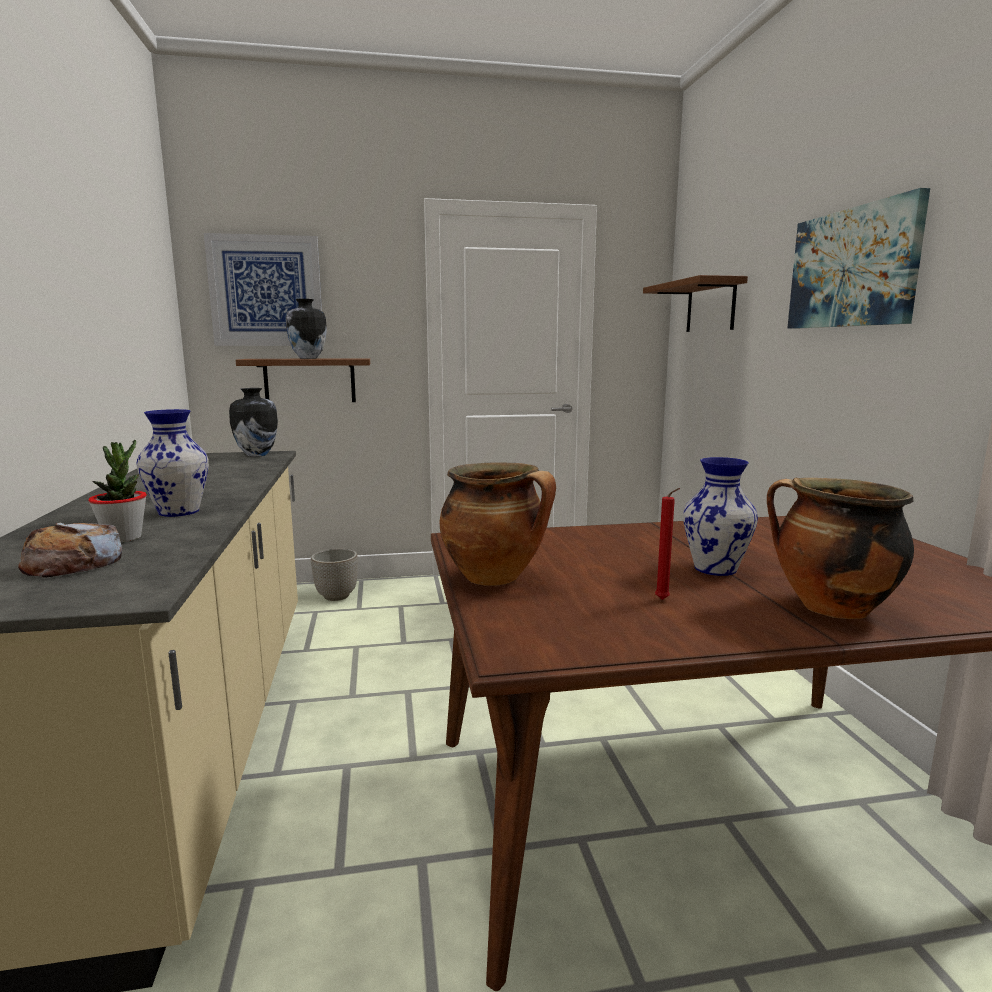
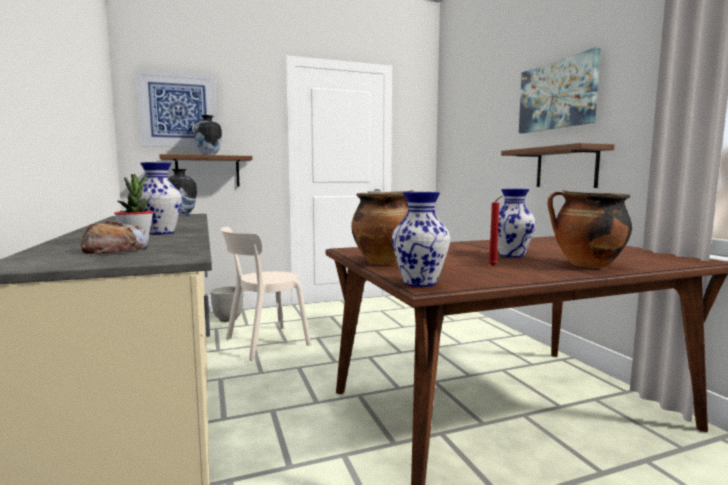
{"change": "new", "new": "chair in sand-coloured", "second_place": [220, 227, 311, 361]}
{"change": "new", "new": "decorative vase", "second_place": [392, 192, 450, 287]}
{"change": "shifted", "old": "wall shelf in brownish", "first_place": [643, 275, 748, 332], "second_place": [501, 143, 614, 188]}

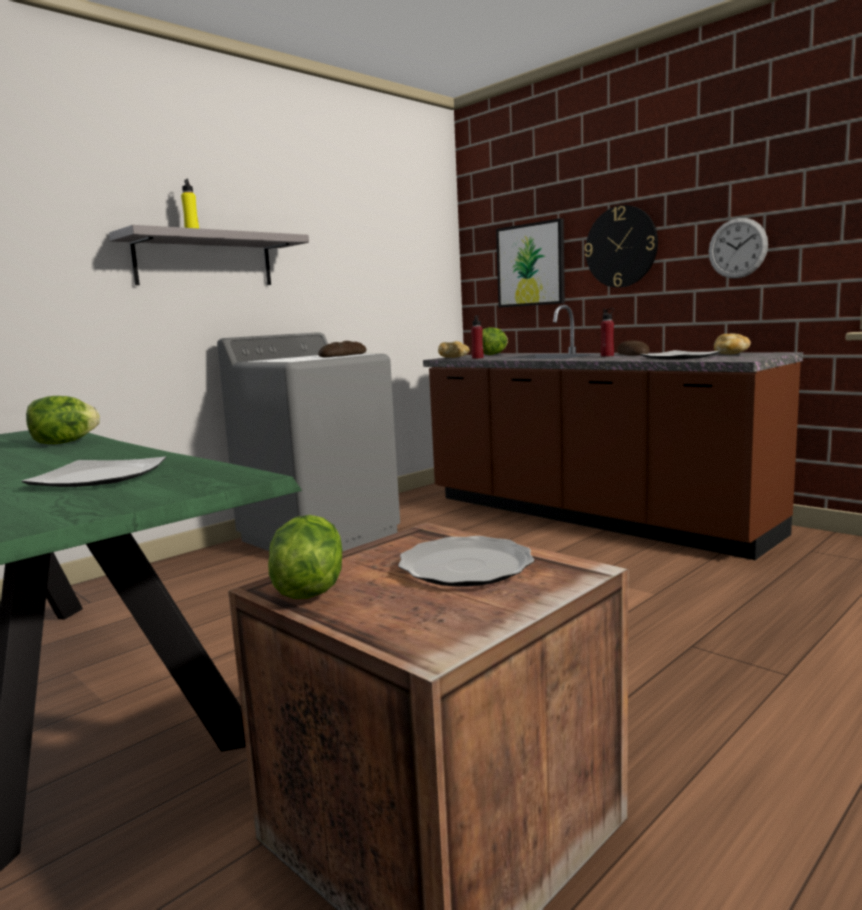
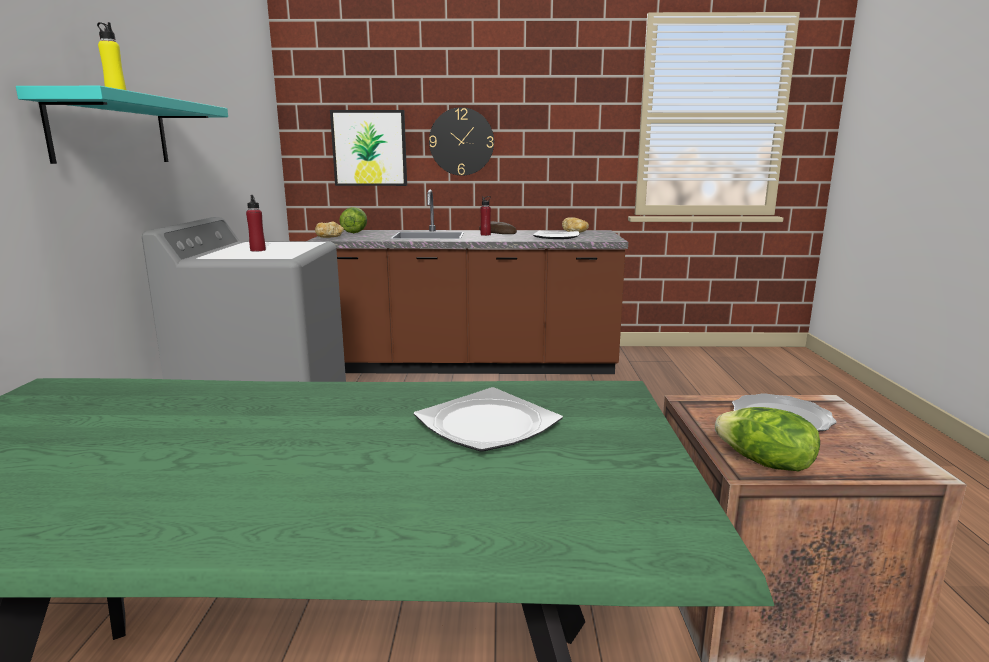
{"change": "repainted", "old": "wall shelf in grey", "new": "wall shelf in turquoise-coloured", "first_place": [109, 225, 309, 285], "second_place": [16, 86, 228, 164]}
{"change": "shifted", "old": "drink bottle in reddish", "first_place": [471, 315, 484, 359], "second_place": [246, 195, 266, 251]}
{"change": "gone", "old": "lettuce head", "first_place": [26, 396, 100, 444]}
{"change": "gone", "old": "baked bread", "first_place": [318, 341, 367, 357]}
{"change": "gone", "old": "wall clock", "first_place": [708, 218, 768, 279]}

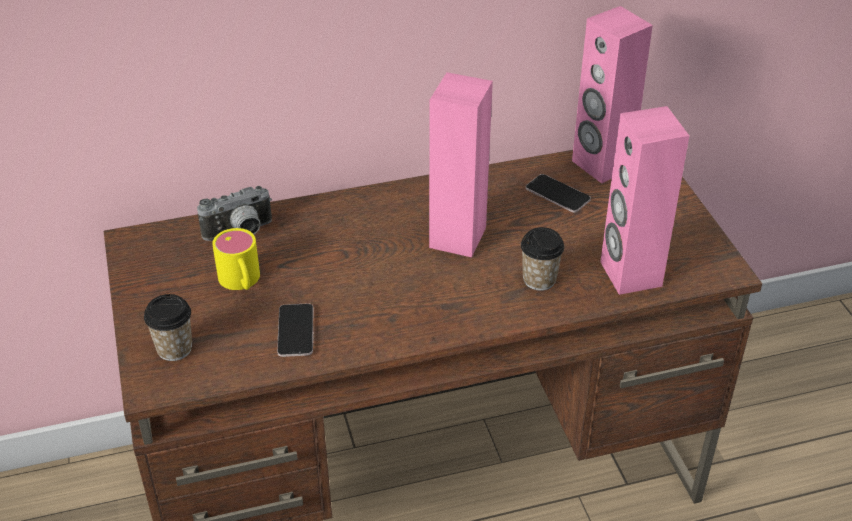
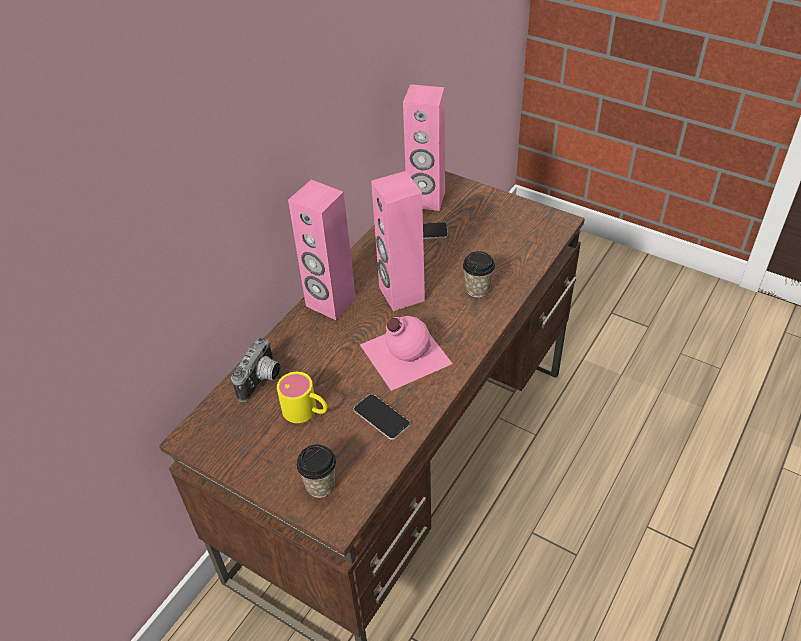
{"change": "shifted", "old": "audio speaker in pinkish", "first_place": [600, 106, 689, 295], "second_place": [288, 180, 356, 320]}
{"change": "new", "new": "drink bottle in pinkish", "second_place": [360, 316, 453, 391]}

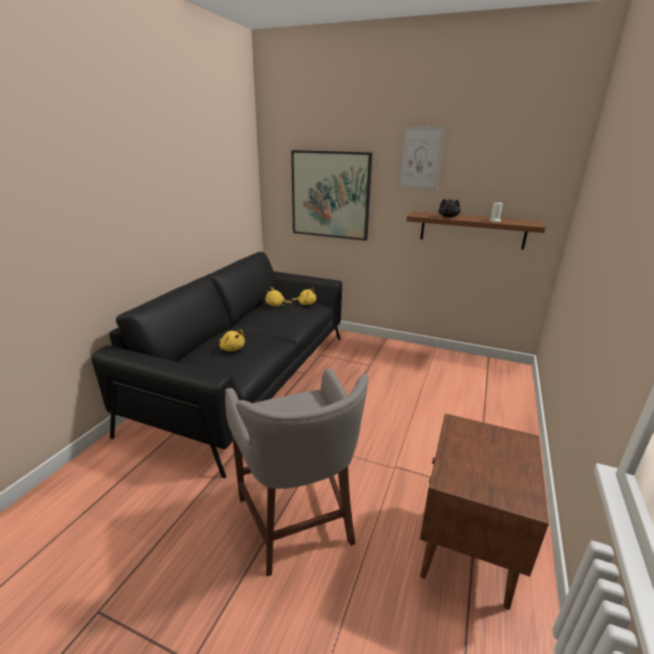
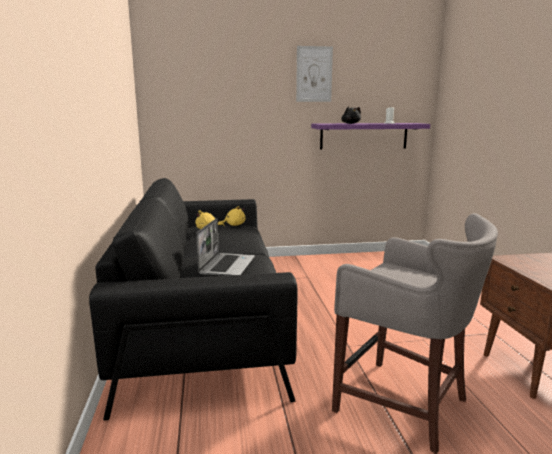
{"change": "swapped", "old": "cuddly toy in yellow", "new": "portable computer", "first_place": [219, 330, 245, 351], "second_place": [196, 218, 255, 276]}
{"change": "repainted", "old": "wall shelf in brownish", "new": "wall shelf in purple-coloured", "first_place": [406, 211, 545, 250], "second_place": [311, 123, 430, 150]}
{"change": "gone", "old": "wall art", "first_place": [291, 150, 373, 241]}

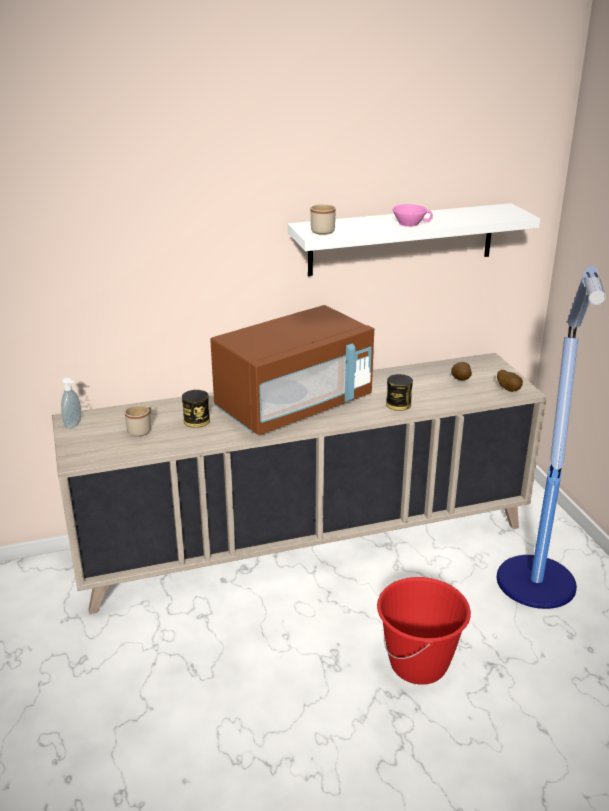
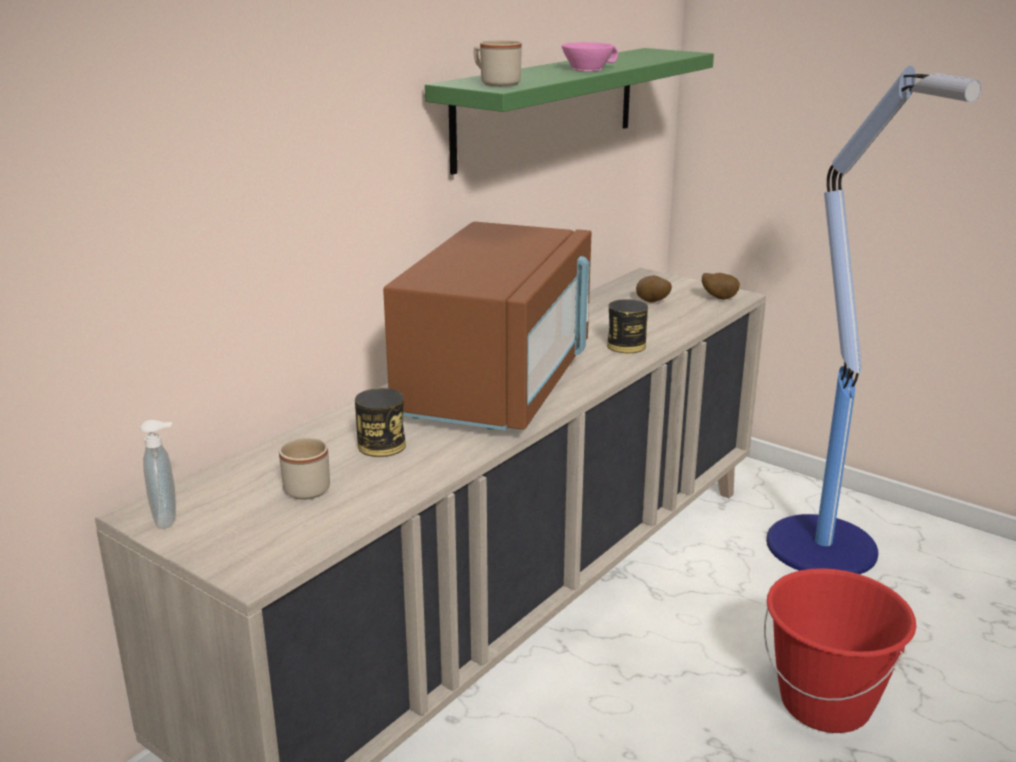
{"change": "repainted", "old": "wall shelf in white-coloured", "new": "wall shelf in green", "first_place": [288, 203, 540, 276], "second_place": [425, 48, 714, 175]}

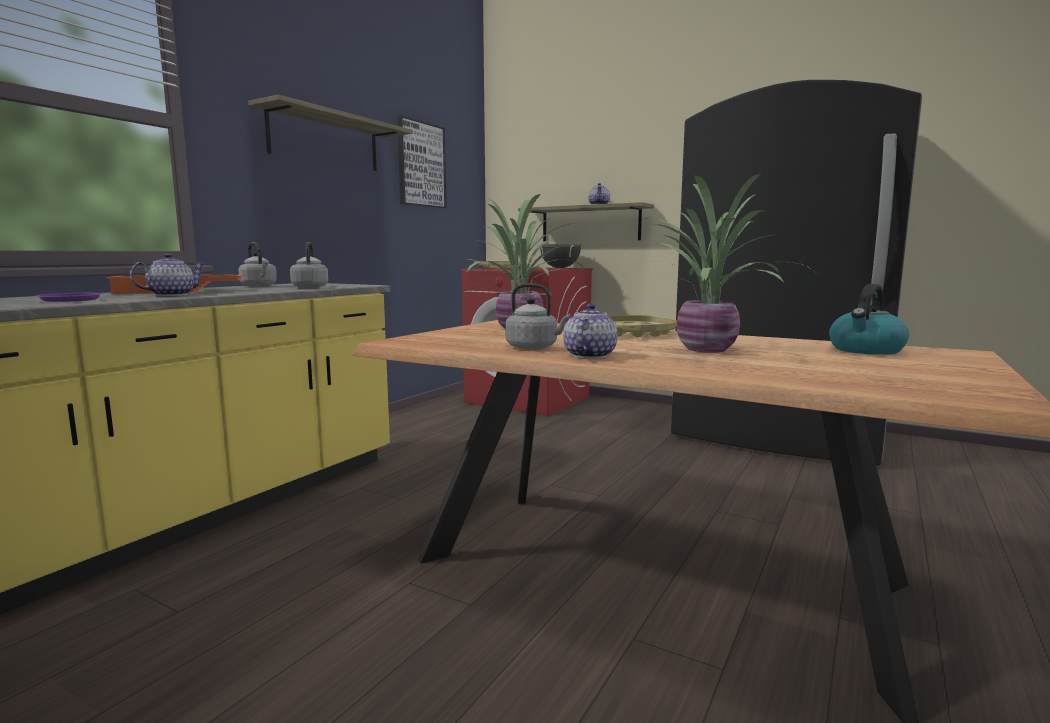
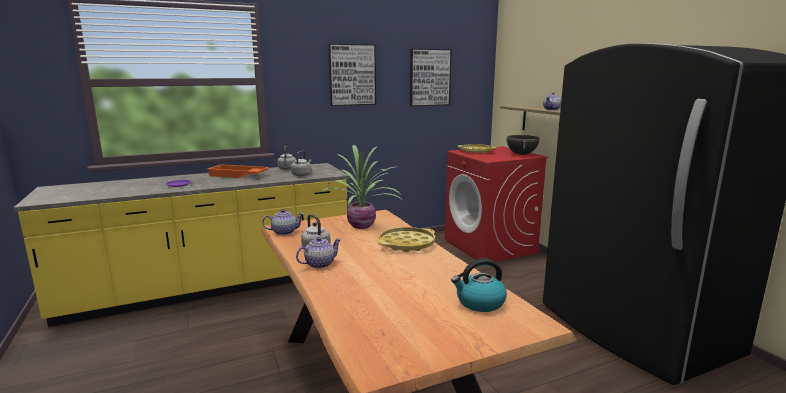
{"change": "shifted", "old": "teapot", "first_place": [130, 253, 205, 296], "second_place": [262, 209, 304, 235]}
{"change": "swapped", "old": "wall shelf", "new": "wall art", "first_place": [248, 95, 412, 171], "second_place": [328, 44, 376, 106]}
{"change": "gone", "old": "potted plant", "first_place": [618, 174, 813, 353]}

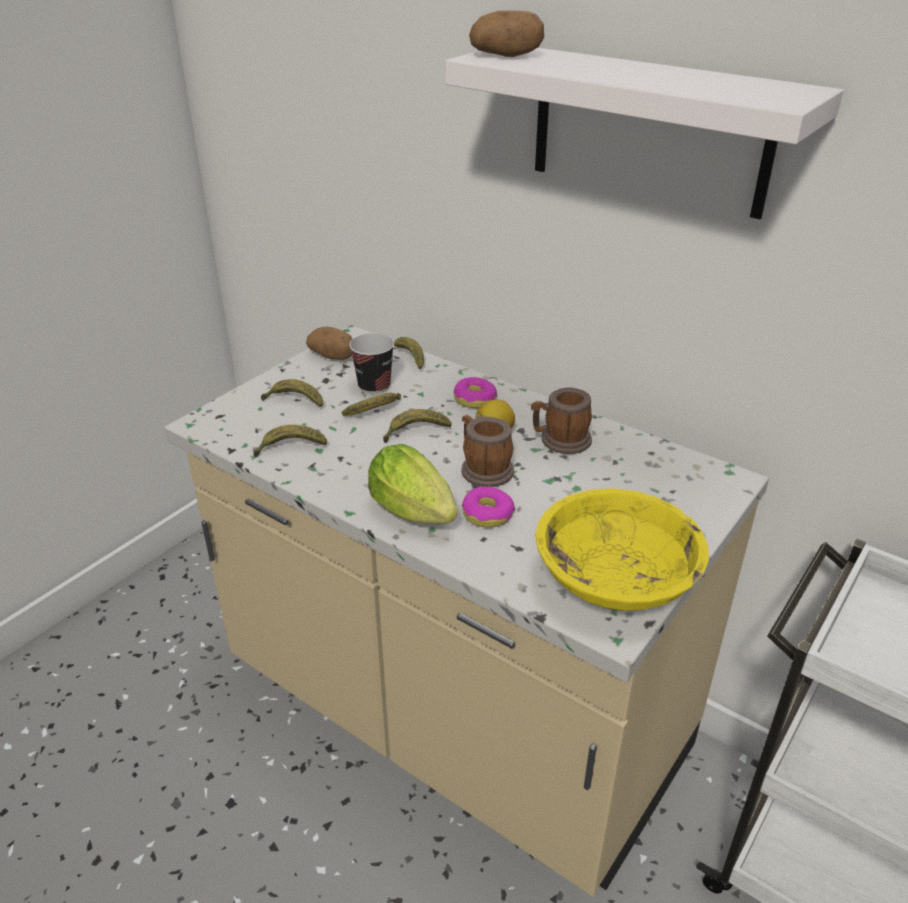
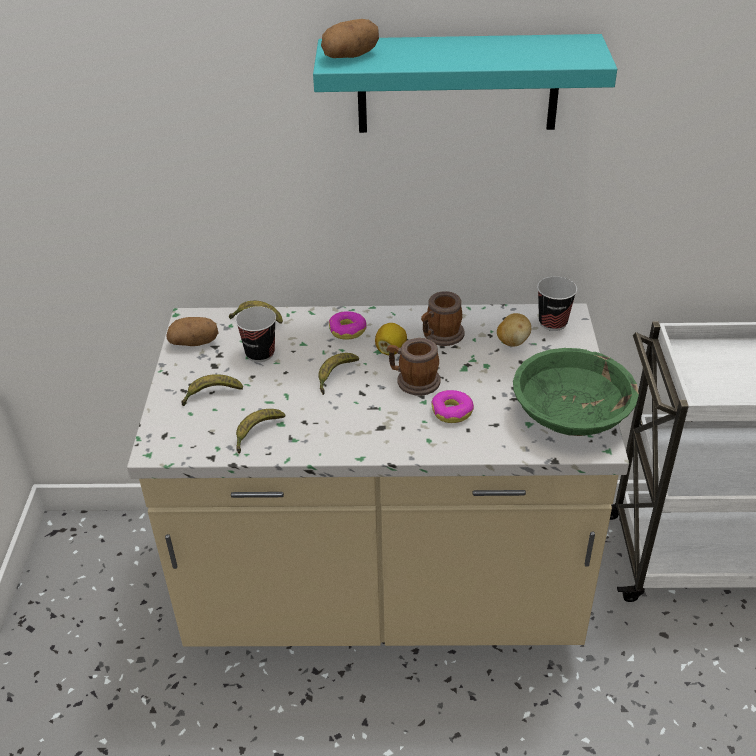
{"change": "repainted", "old": "wall shelf in white-coloured", "new": "wall shelf in turquoise-coloured", "first_place": [445, 48, 843, 219], "second_place": [313, 34, 617, 133]}
{"change": "new", "new": "whole potato", "second_place": [497, 313, 531, 347]}
{"change": "repainted", "old": "deep dish in yellow", "new": "deep dish in green", "first_place": [536, 488, 709, 611], "second_place": [513, 348, 639, 436]}
{"change": "new", "new": "small cup", "second_place": [537, 277, 577, 331]}
{"change": "gone", "old": "whole banana", "first_place": [342, 393, 401, 416]}
{"change": "gone", "old": "lettuce head", "first_place": [368, 444, 458, 524]}

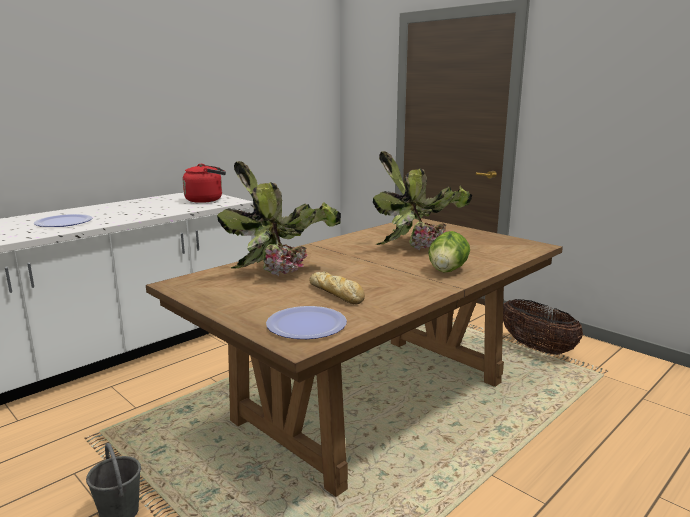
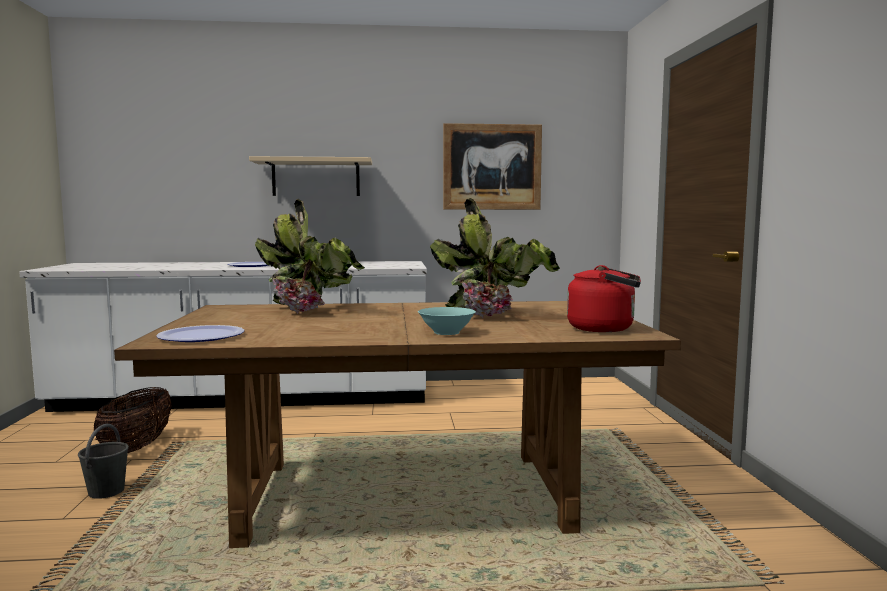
{"change": "shifted", "old": "storage basket", "first_place": [503, 299, 583, 355], "second_place": [94, 387, 172, 453]}
{"change": "new", "new": "wall shelf in sand-coloured", "second_place": [249, 156, 372, 196]}
{"change": "swapped", "old": "lettuce head", "new": "deep dish in turquoise-coloured", "first_place": [428, 231, 470, 272], "second_place": [418, 307, 476, 335]}
{"change": "new", "new": "wall art", "second_place": [443, 123, 542, 210]}
{"change": "shifted", "old": "water kettle in reddish", "first_place": [183, 164, 226, 203], "second_place": [567, 265, 641, 332]}
{"change": "gone", "old": "baked bread", "first_place": [309, 271, 365, 304]}

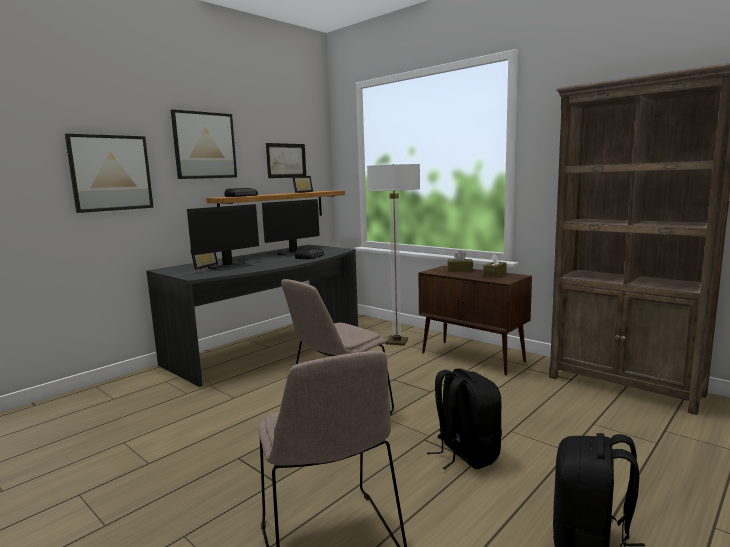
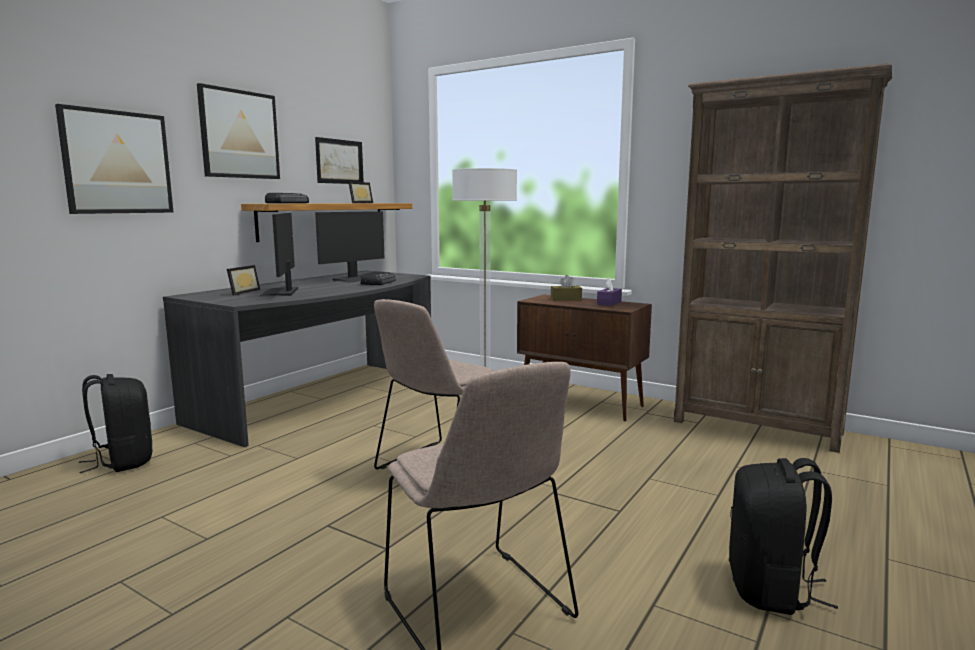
{"change": "shifted", "old": "backpack in black", "first_place": [427, 368, 502, 470], "second_place": [79, 374, 153, 473]}
{"change": "rotated", "old": "monitor", "first_place": [187, 204, 259, 271], "second_place": [258, 213, 298, 297], "degrees": 135}
{"change": "repainted", "old": "tissue holder in brownish", "new": "tissue holder in purple-coloured", "first_place": [483, 253, 507, 277], "second_place": [597, 278, 622, 306]}

